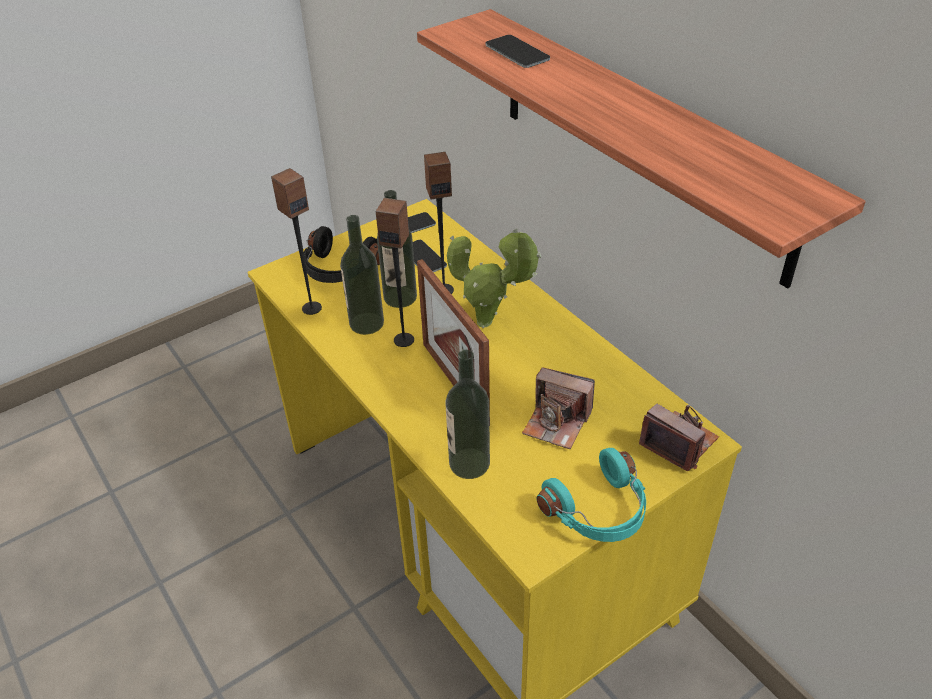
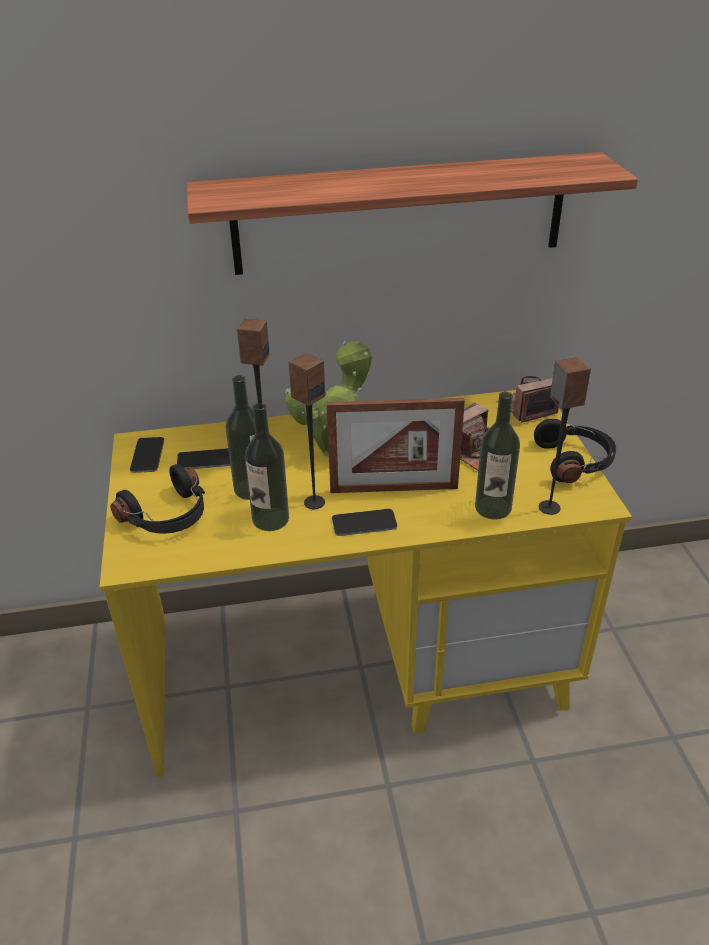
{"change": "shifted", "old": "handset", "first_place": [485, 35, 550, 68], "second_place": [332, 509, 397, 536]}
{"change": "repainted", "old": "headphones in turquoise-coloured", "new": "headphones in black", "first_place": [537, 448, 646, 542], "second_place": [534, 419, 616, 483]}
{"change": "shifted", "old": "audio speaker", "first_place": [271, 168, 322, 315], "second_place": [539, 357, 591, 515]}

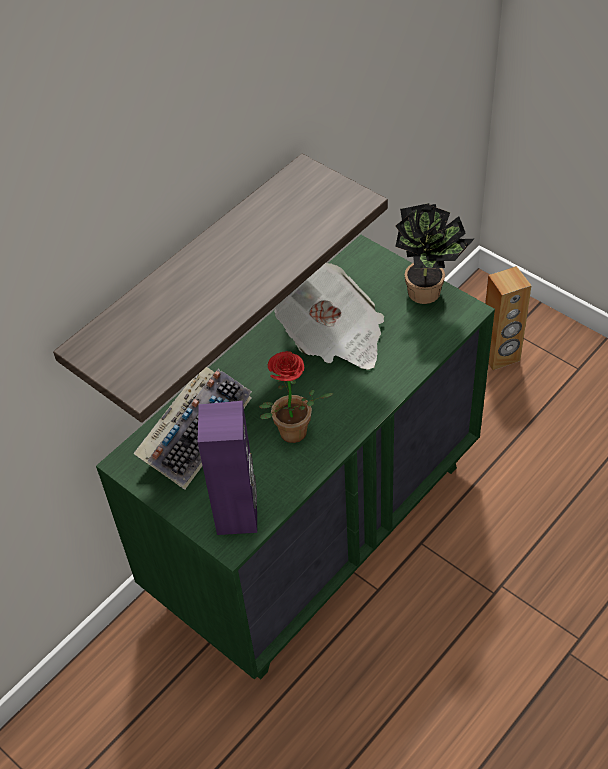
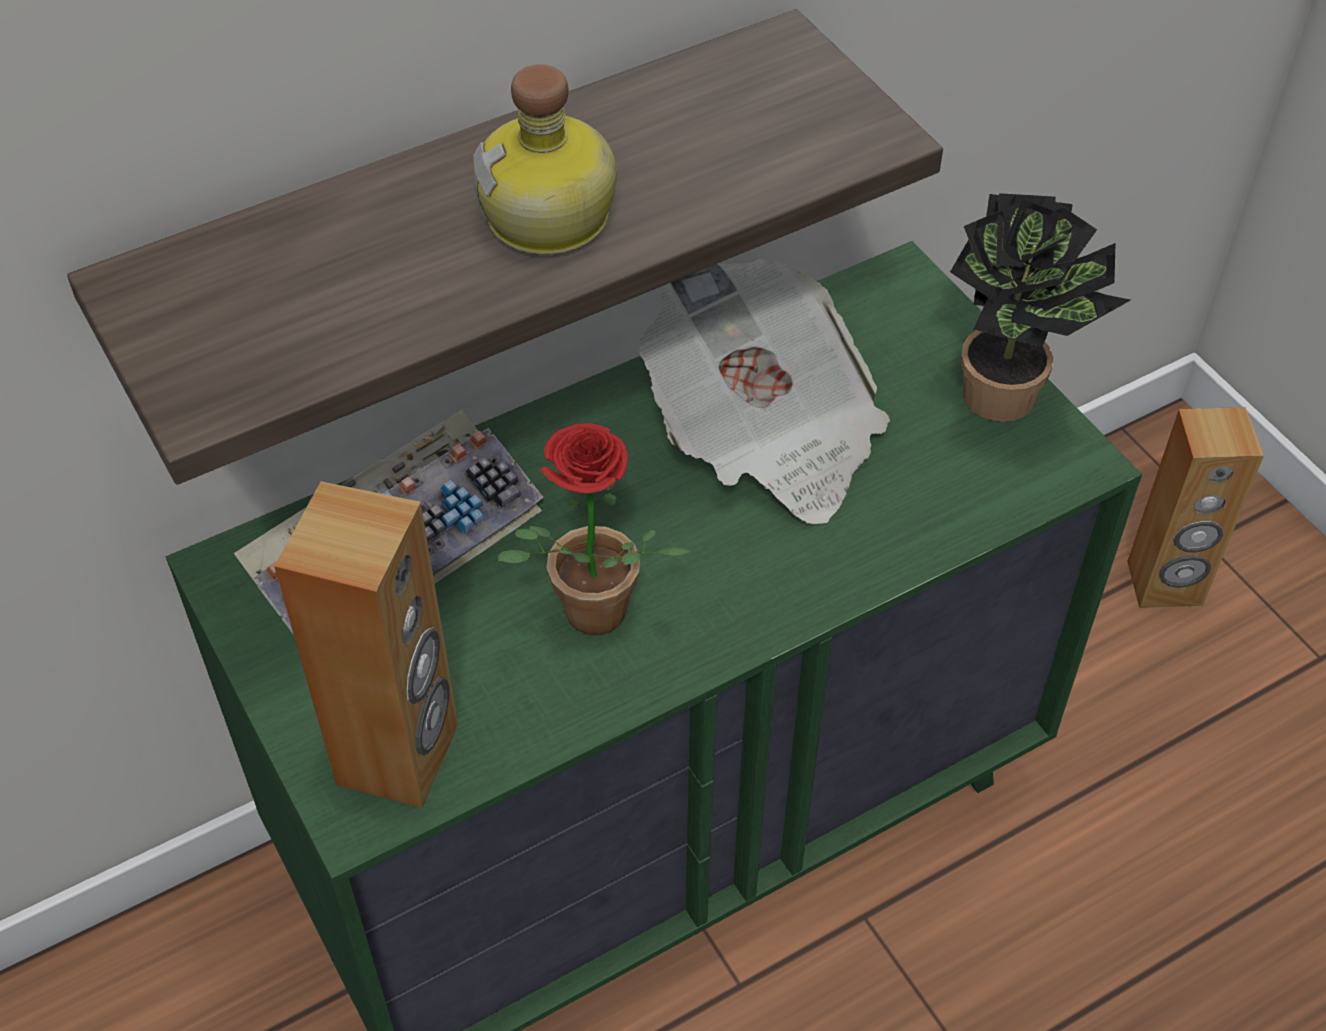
{"change": "repainted", "old": "audio speaker in purple-coloured", "new": "audio speaker in brownish", "first_place": [198, 401, 257, 535], "second_place": [274, 481, 458, 808]}
{"change": "new", "new": "drink bottle", "second_place": [473, 64, 616, 255]}

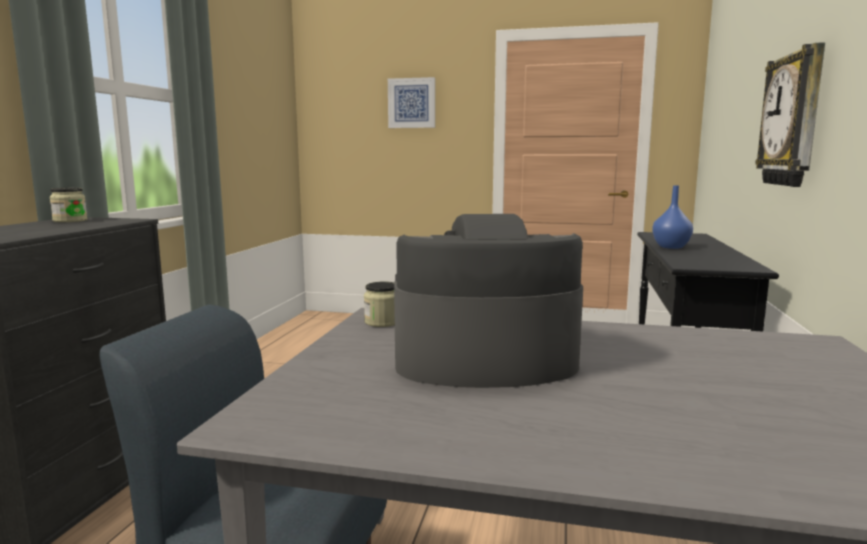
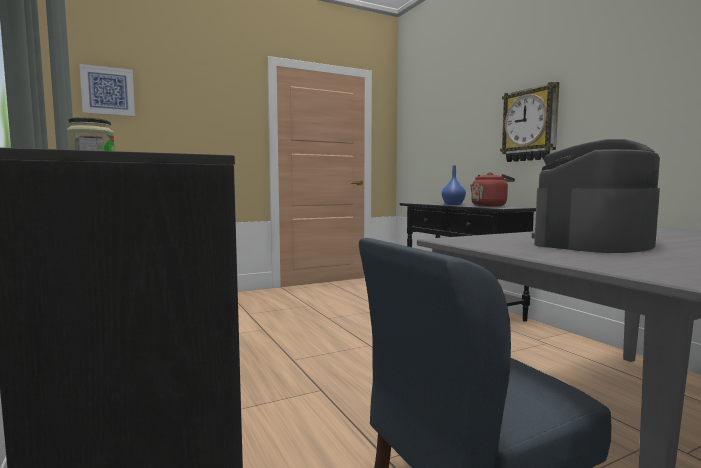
{"change": "shifted", "old": "wall art", "first_place": [388, 77, 435, 128], "second_place": [80, 64, 135, 116]}
{"change": "new", "new": "water kettle in reddish", "second_place": [470, 172, 515, 207]}
{"change": "gone", "old": "jar", "first_place": [364, 282, 395, 327]}

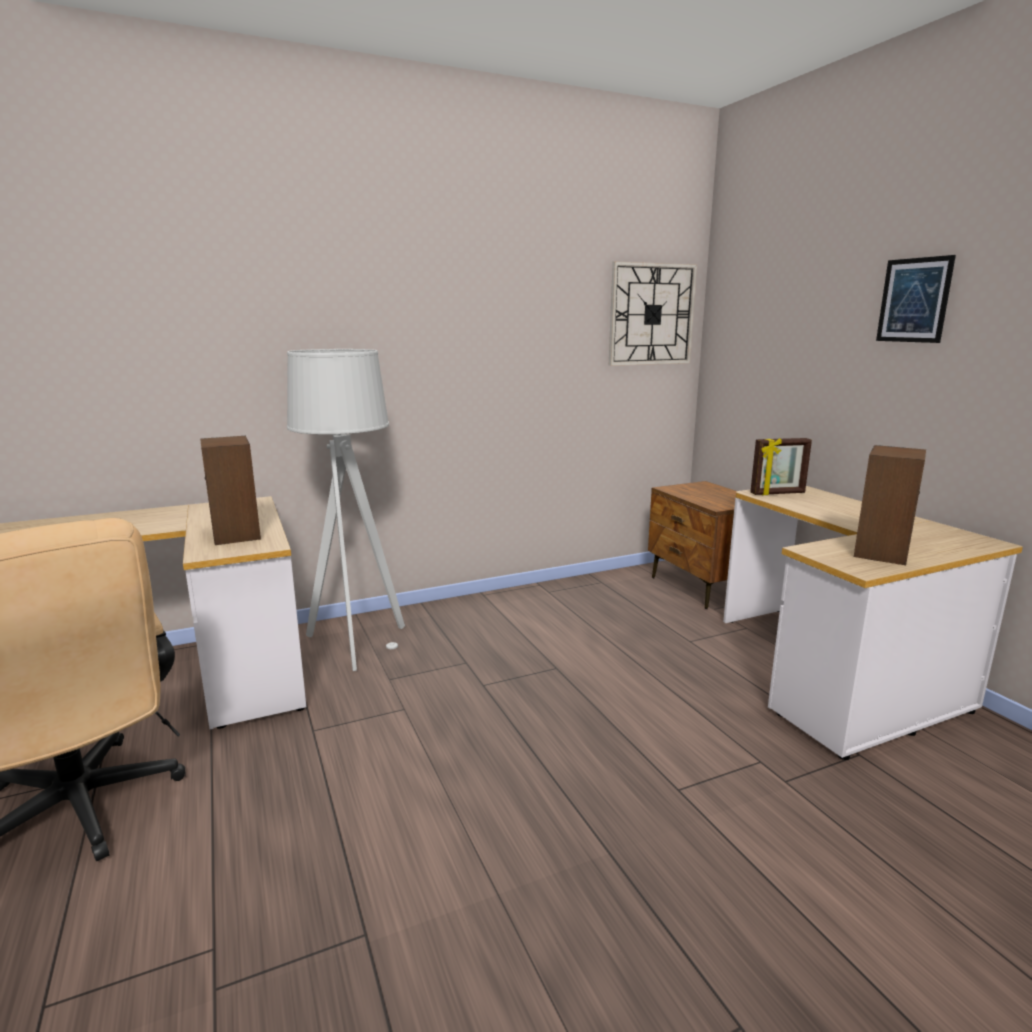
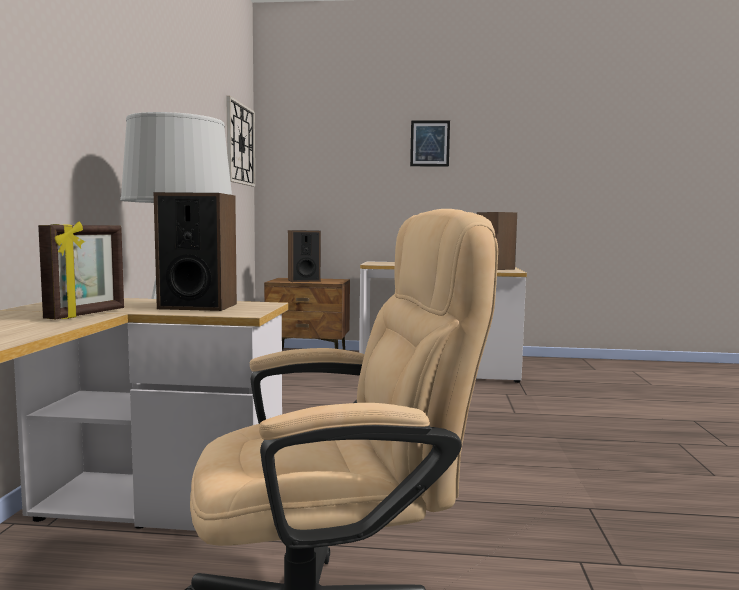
{"change": "shifted", "old": "standing frame", "first_place": [750, 438, 812, 495], "second_place": [38, 221, 124, 319]}
{"change": "new", "new": "audio speaker", "second_place": [288, 230, 321, 282]}

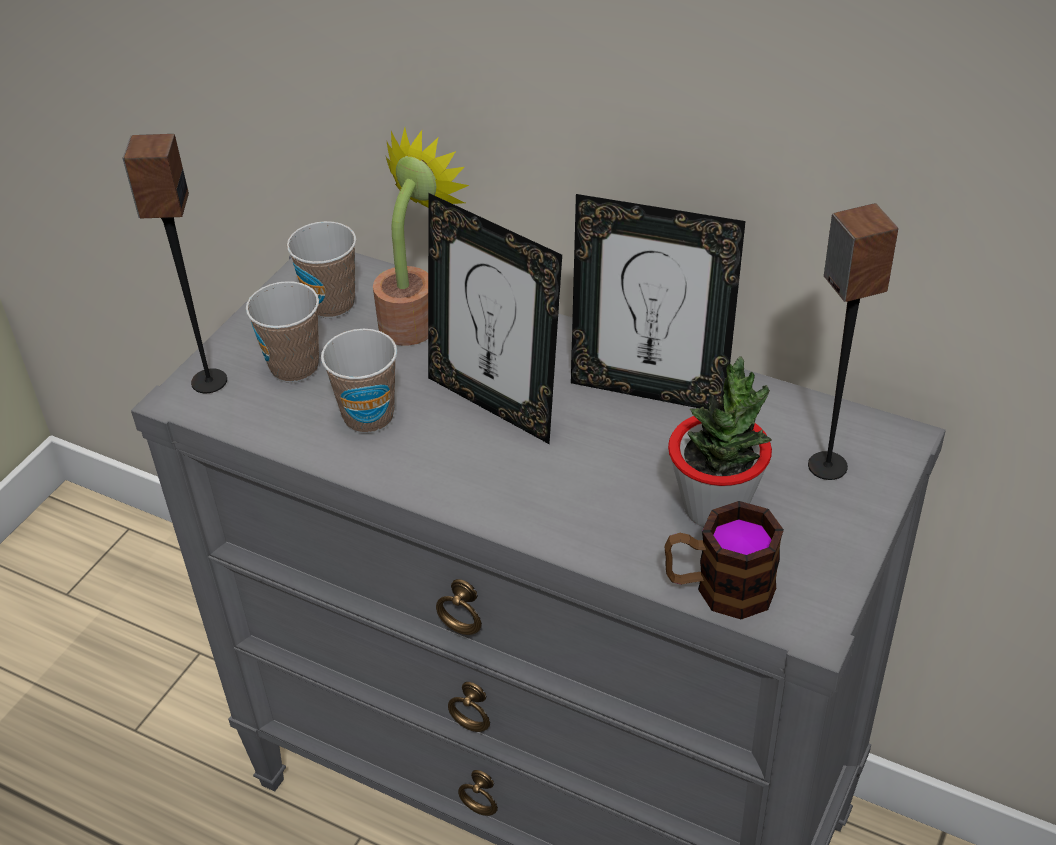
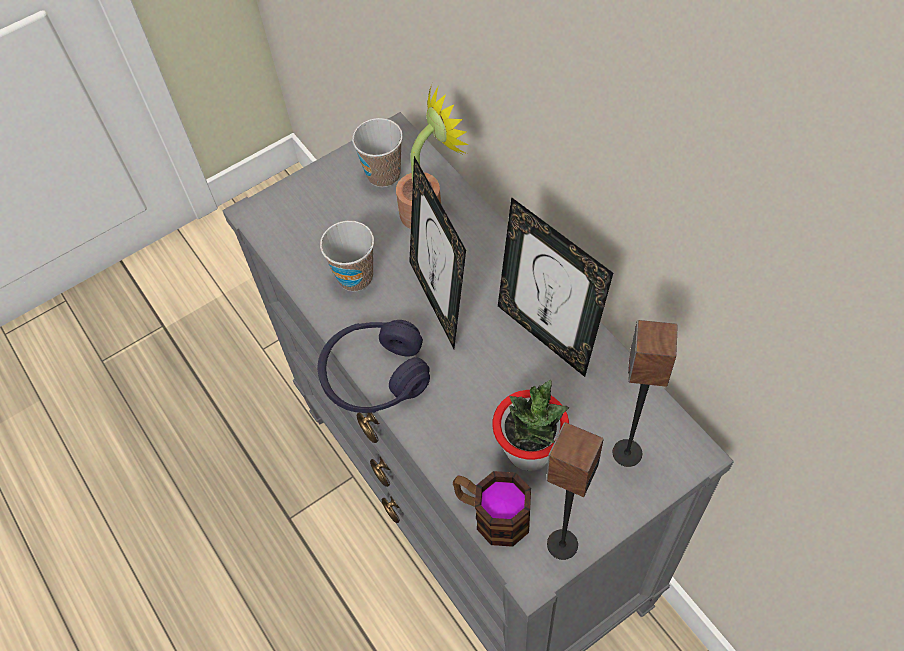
{"change": "new", "new": "headphones in purple-coloured", "second_place": [318, 320, 430, 413]}
{"change": "shifted", "old": "audio speaker", "first_place": [122, 134, 227, 393], "second_place": [546, 422, 604, 560]}
{"change": "gone", "old": "small cup", "first_place": [246, 281, 319, 383]}

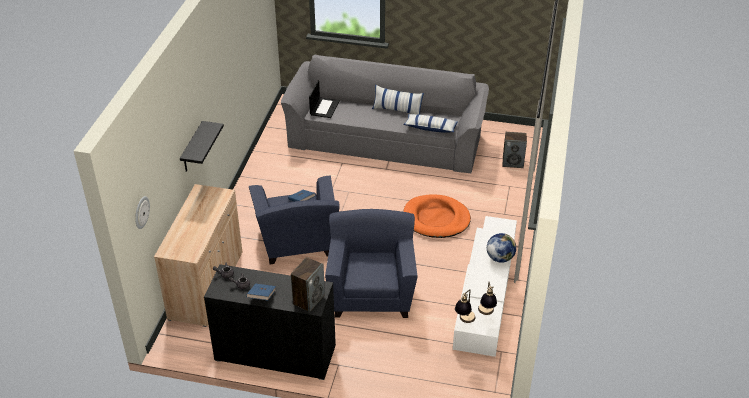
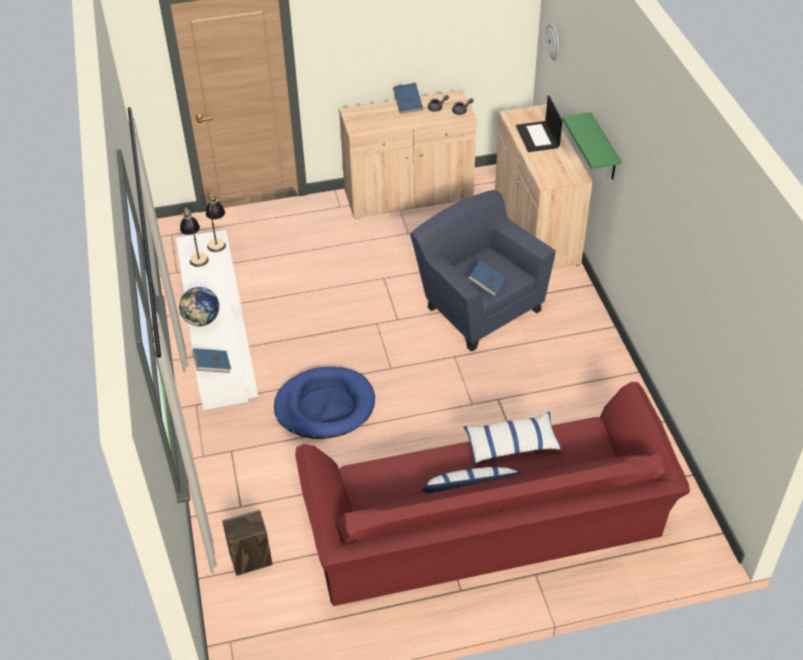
{"change": "new", "new": "book in blue-coloured", "second_place": [193, 348, 231, 373]}
{"change": "repainted", "old": "dog cushion in orange-coloured", "new": "dog cushion in blue-coloured", "first_place": [404, 194, 471, 238], "second_place": [274, 367, 375, 439]}
{"change": "repainted", "old": "settee in grey", "new": "settee in reddish", "first_place": [281, 54, 489, 173], "second_place": [295, 382, 690, 606]}
{"change": "repainted", "old": "cupboard in black", "new": "cupboard in sand-coloured", "first_place": [204, 264, 336, 380], "second_place": [339, 90, 477, 219]}
{"change": "shifted", "old": "pillow", "first_place": [403, 114, 458, 133], "second_place": [464, 412, 562, 464]}
{"change": "shifted", "old": "portable computer", "first_place": [309, 80, 340, 118], "second_place": [516, 96, 562, 152]}
{"change": "repainted", "old": "wall shelf in black", "new": "wall shelf in green", "first_place": [180, 121, 224, 172], "second_place": [562, 112, 622, 180]}
{"change": "gone", "old": "audio speaker", "first_place": [291, 257, 325, 312]}
{"change": "gone", "old": "lounge chair in blue-coloured", "first_place": [325, 209, 417, 318]}

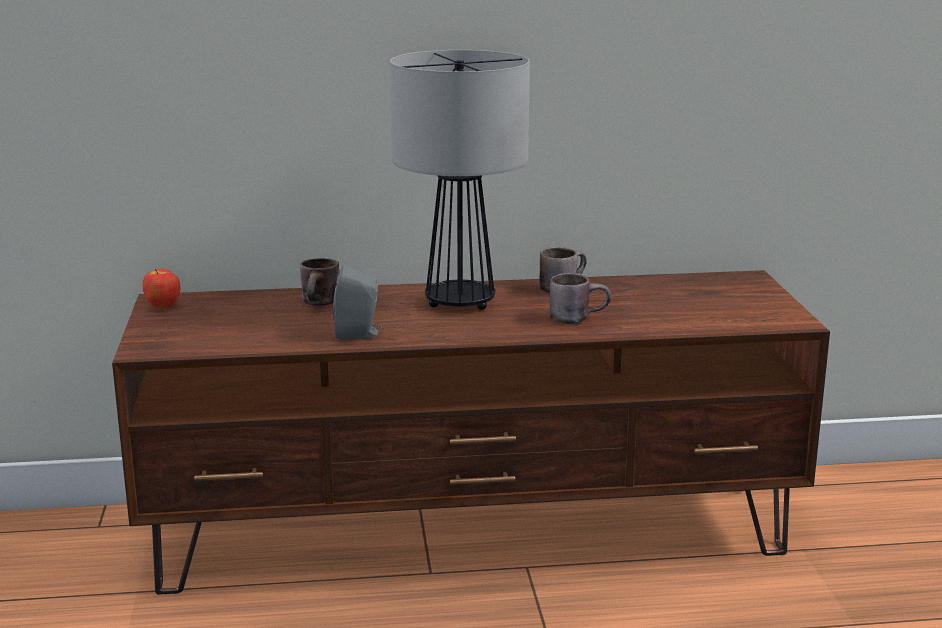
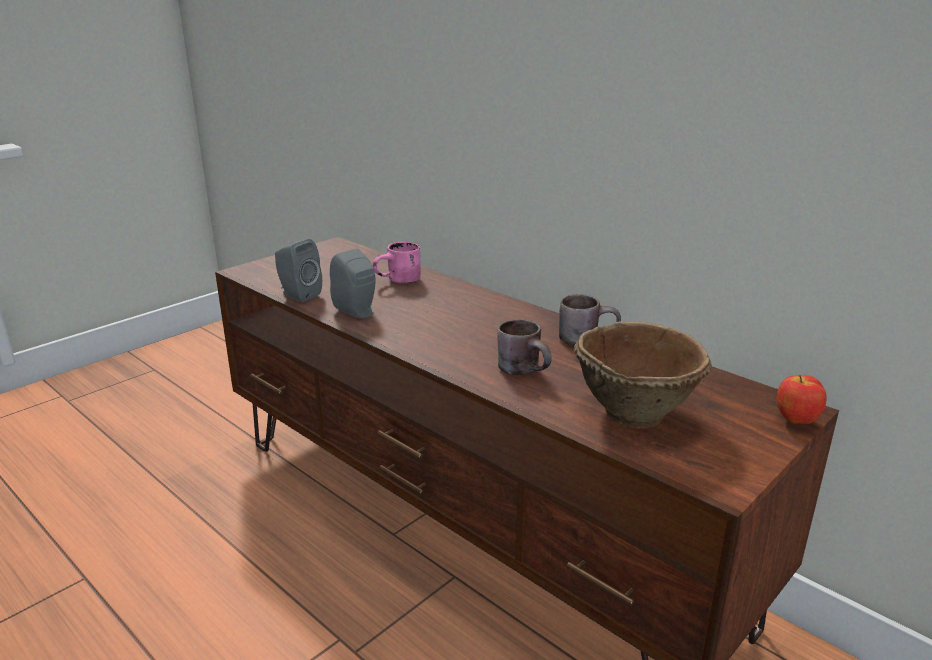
{"change": "new", "new": "audio speaker in grey", "second_place": [275, 239, 322, 302]}
{"change": "repainted", "old": "mug in brownish", "new": "mug in pinkish", "first_place": [300, 258, 339, 306], "second_place": [373, 242, 421, 283]}
{"change": "new", "new": "deep dish in brownish", "second_place": [574, 321, 712, 428]}
{"change": "shifted", "old": "apple fruit", "first_place": [143, 269, 180, 309], "second_place": [776, 375, 827, 424]}
{"change": "gone", "old": "table lamp", "first_place": [390, 50, 530, 310]}

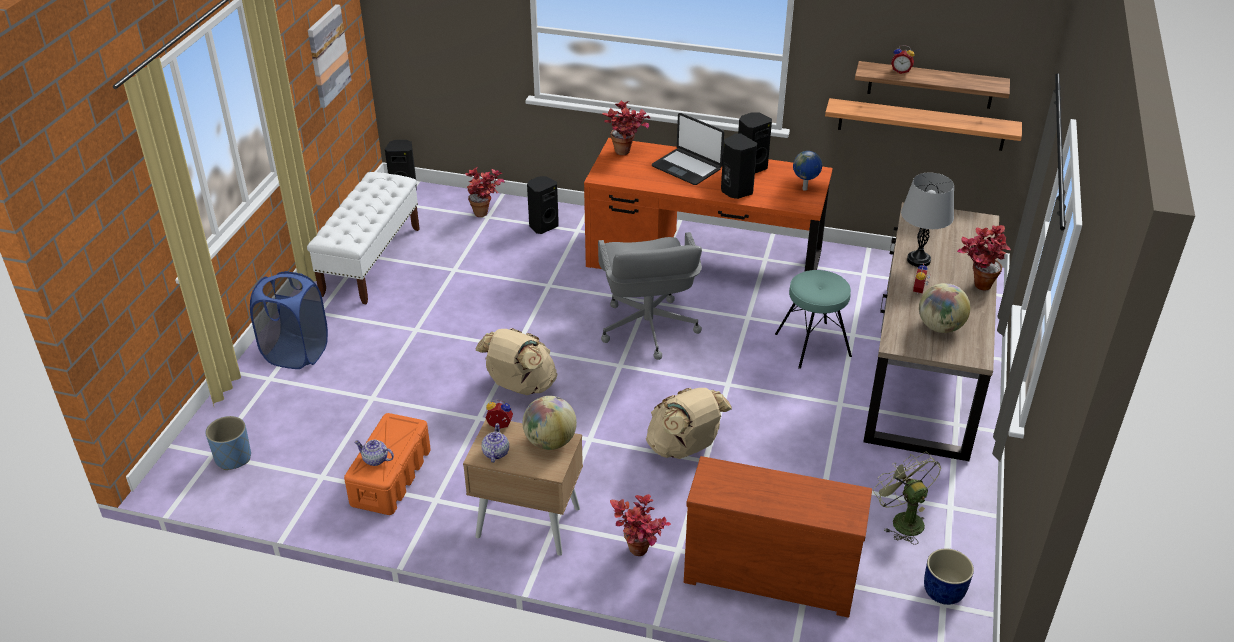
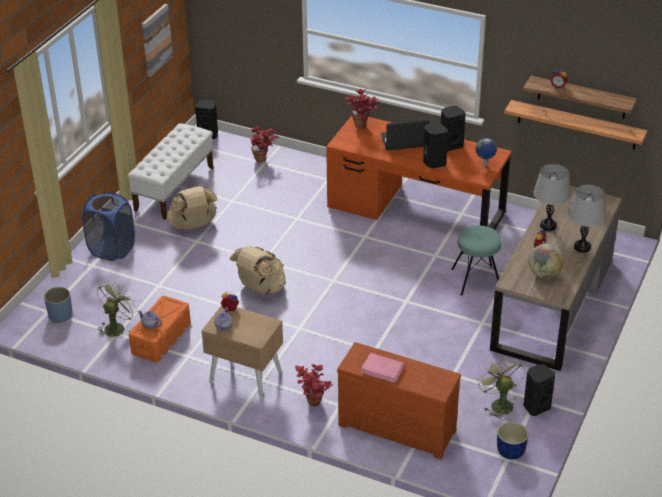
{"change": "new", "new": "cooling fan in green", "second_place": [97, 281, 138, 338]}
{"change": "shifted", "old": "backpack in sand-coloured", "first_place": [646, 388, 732, 459], "second_place": [167, 186, 217, 231]}
{"change": "new", "new": "book in pinkish", "second_place": [361, 353, 404, 383]}
{"change": "rotated", "old": "portable computer", "first_place": [652, 113, 724, 185], "second_place": [381, 119, 429, 150], "degrees": 120}
{"change": "shifted", "old": "audio speaker in black", "first_place": [527, 176, 559, 234], "second_place": [523, 364, 555, 416]}
{"change": "swapped", "old": "potted plant", "new": "table lamp in grey", "first_place": [957, 225, 1011, 291], "second_place": [568, 185, 606, 253]}
{"change": "gone", "old": "desk globe", "first_place": [522, 396, 577, 450]}
{"change": "gone", "old": "desk chair in grey", "first_place": [598, 232, 702, 360]}

